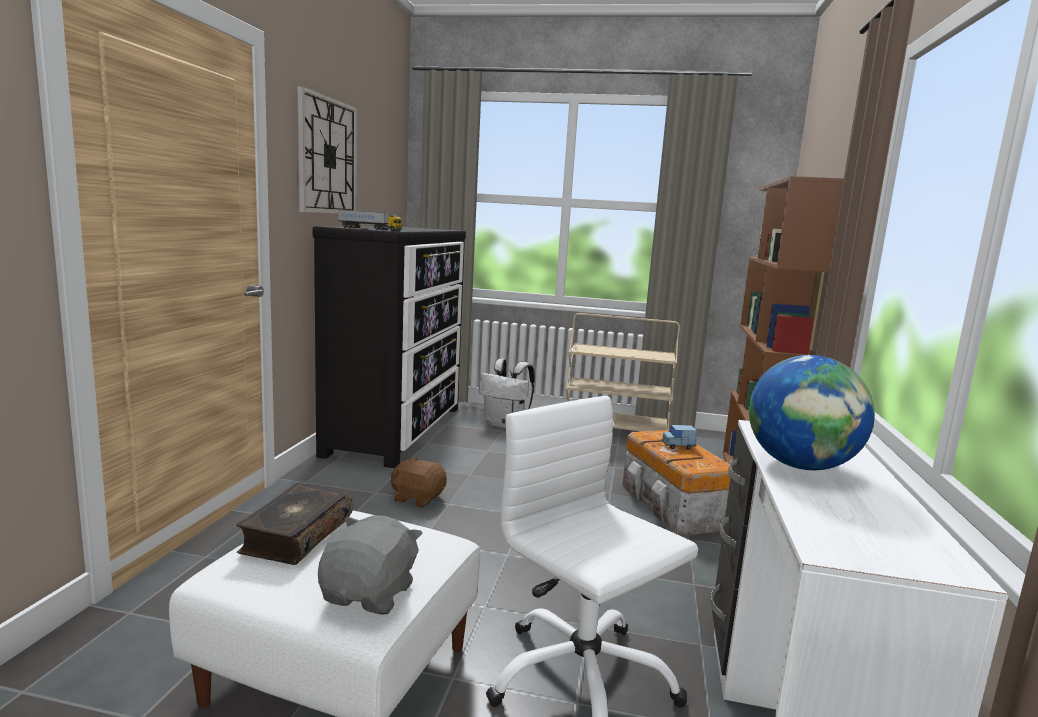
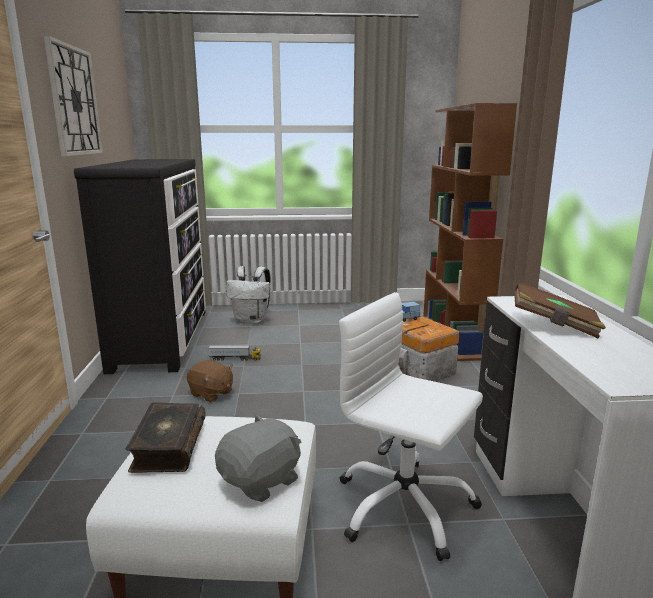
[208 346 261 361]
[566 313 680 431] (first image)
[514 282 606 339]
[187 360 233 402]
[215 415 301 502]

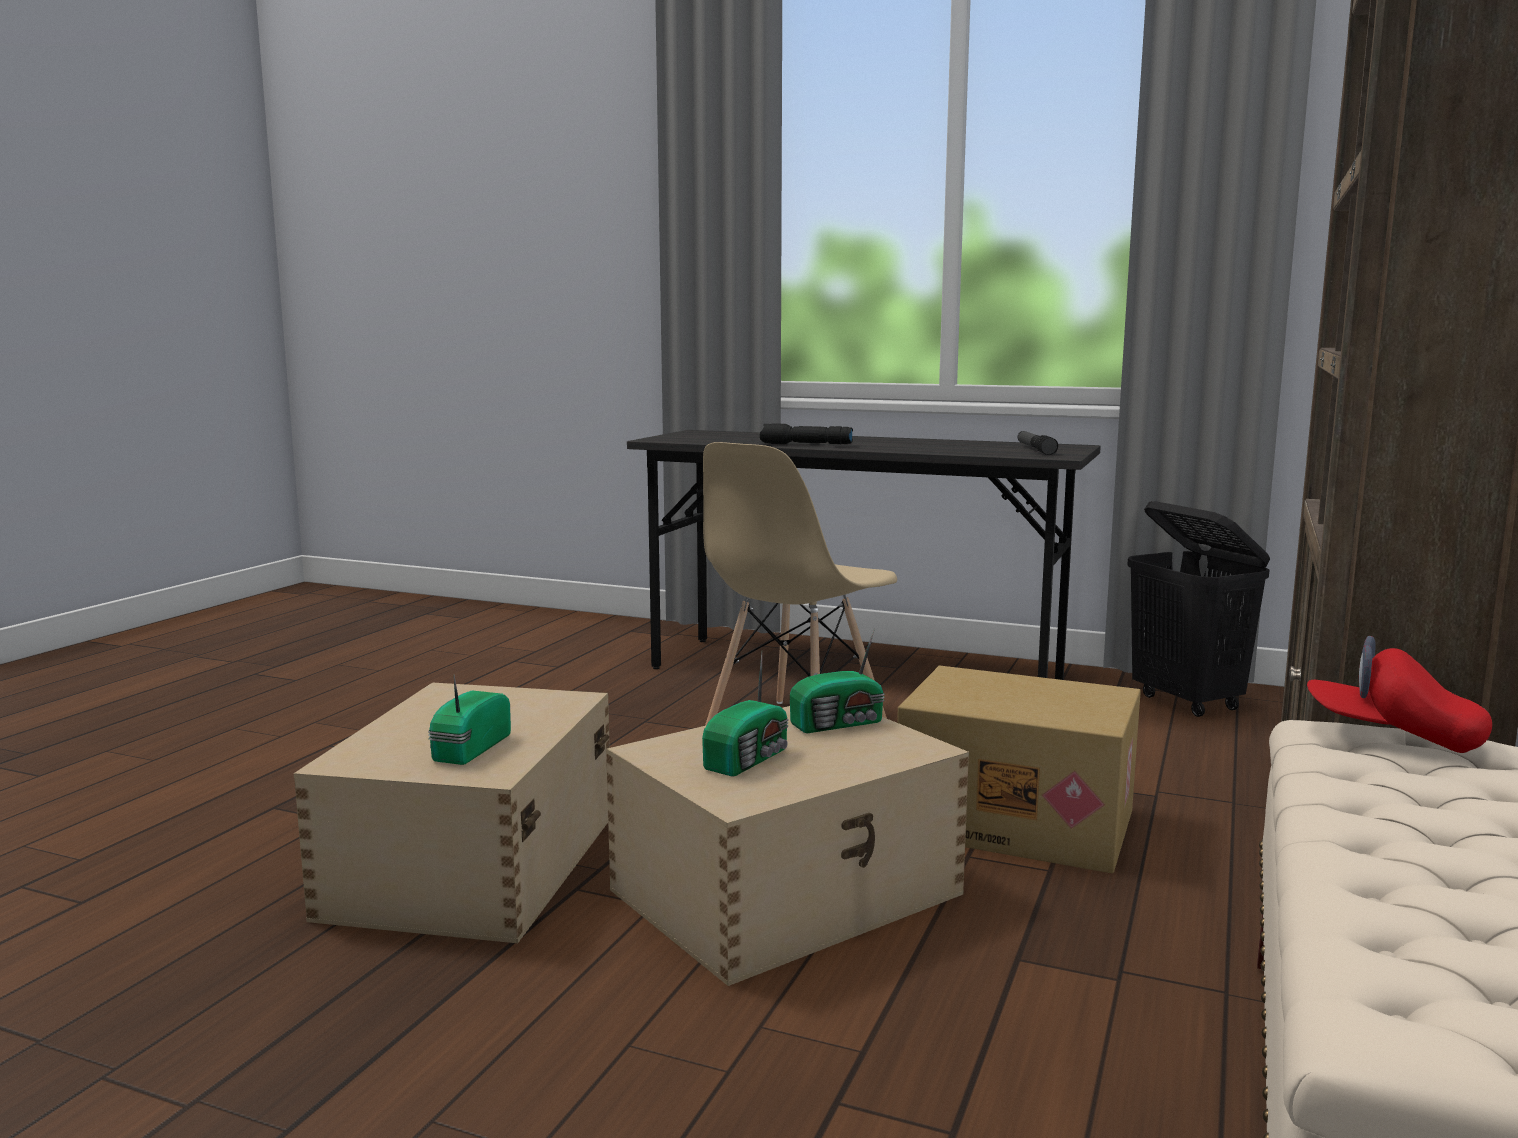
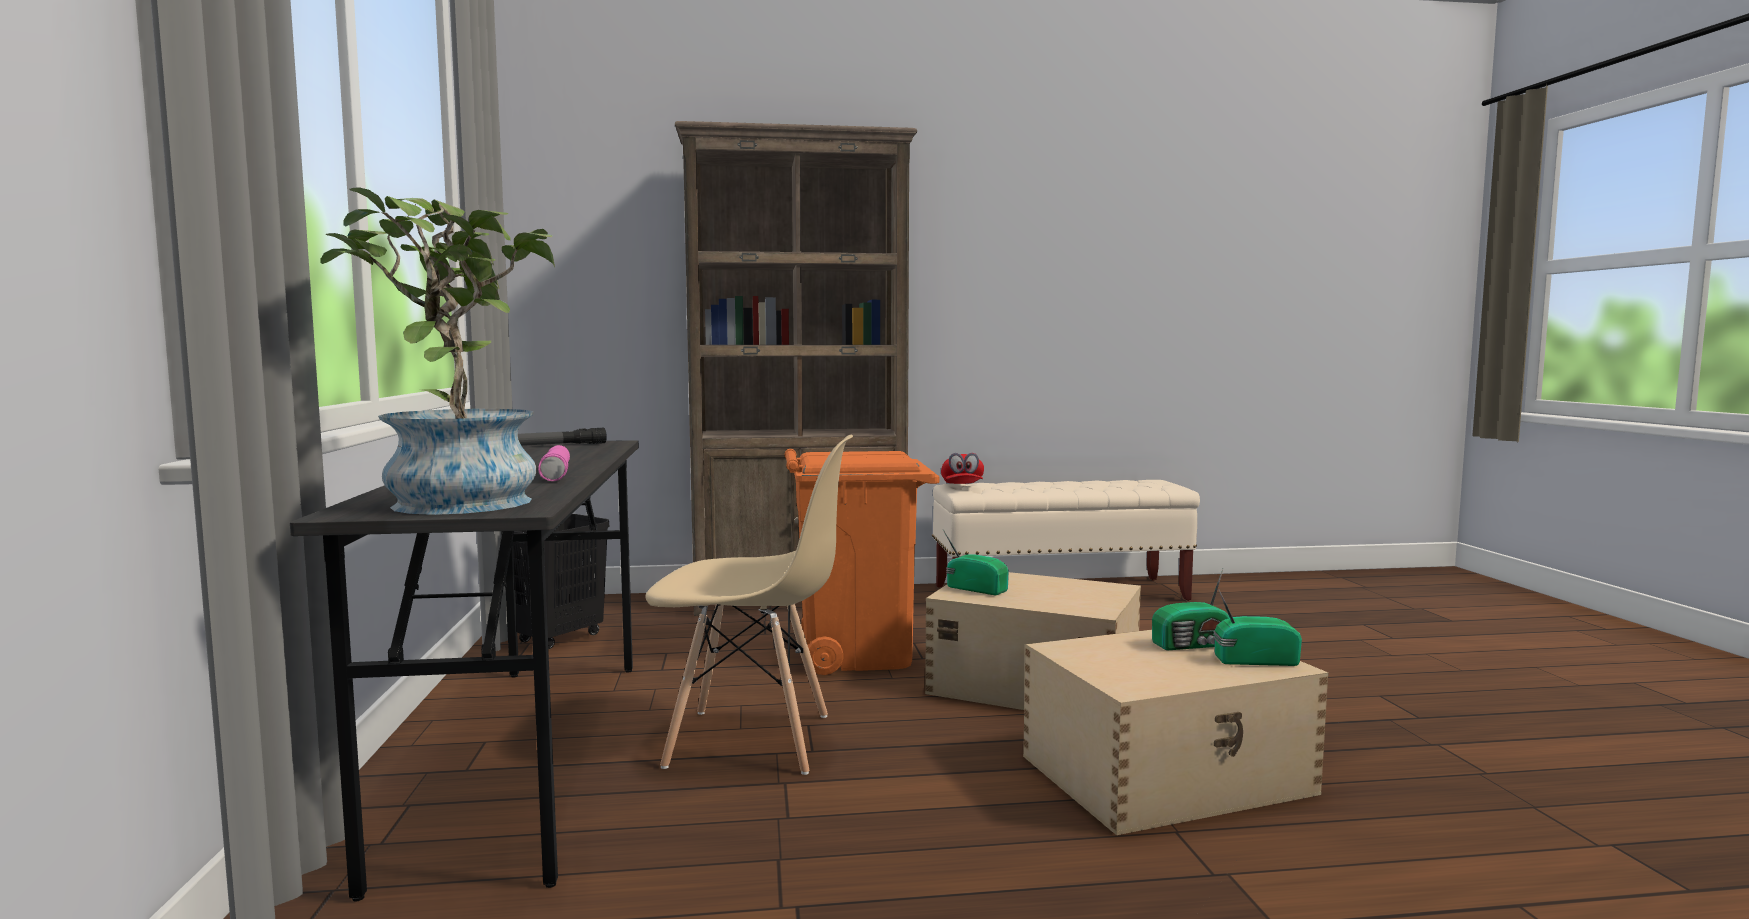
[538 445 570 481]
[1213 589 1302 666]
[784 449 940 675]
[321 188 555 515]

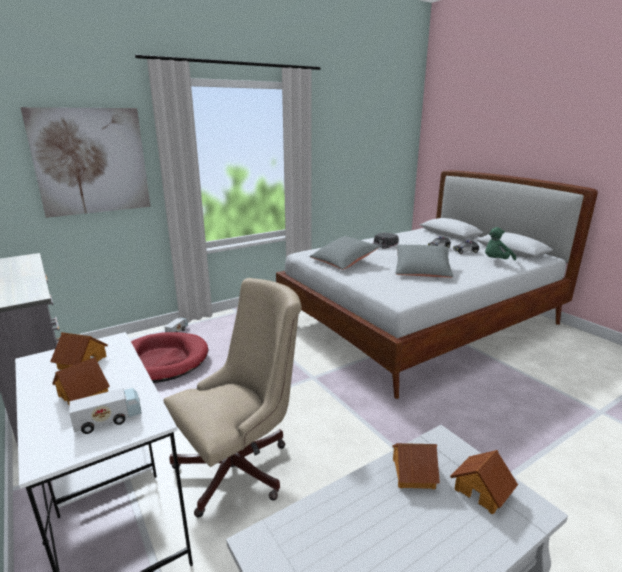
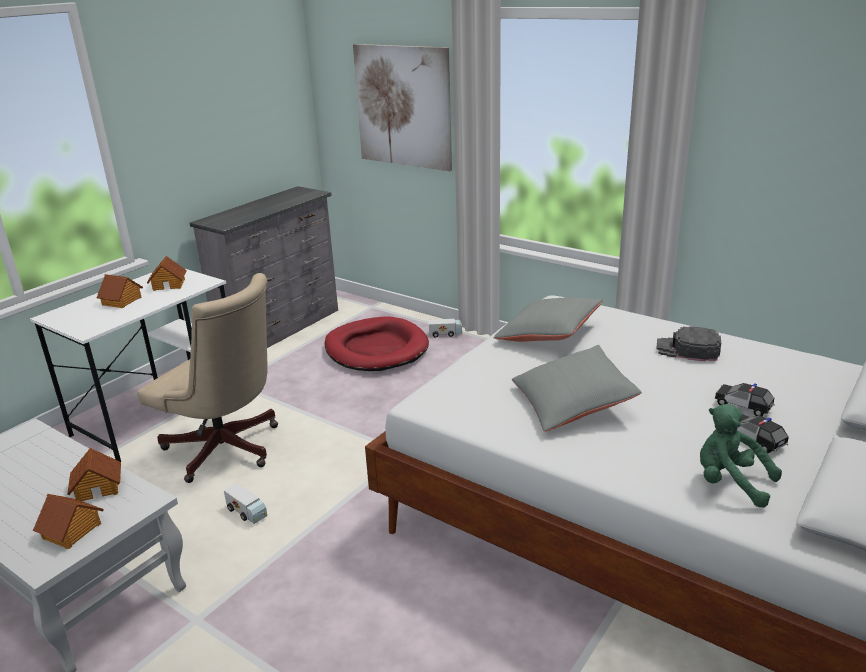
[224 483 267 524]

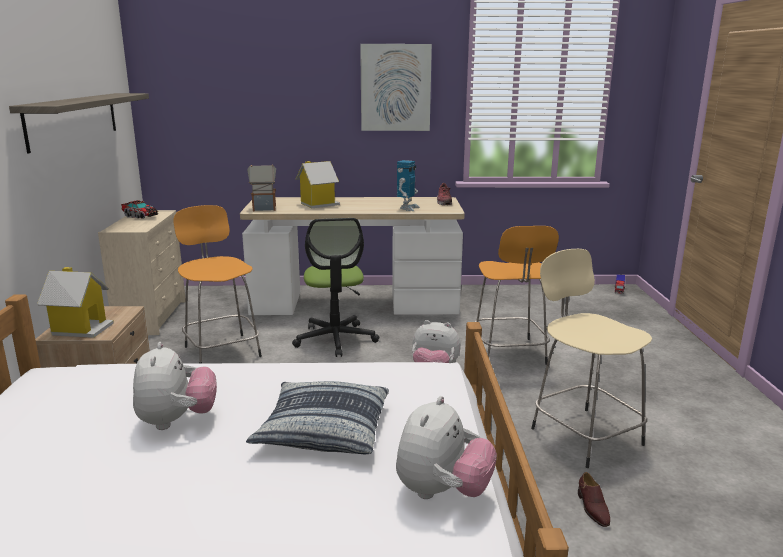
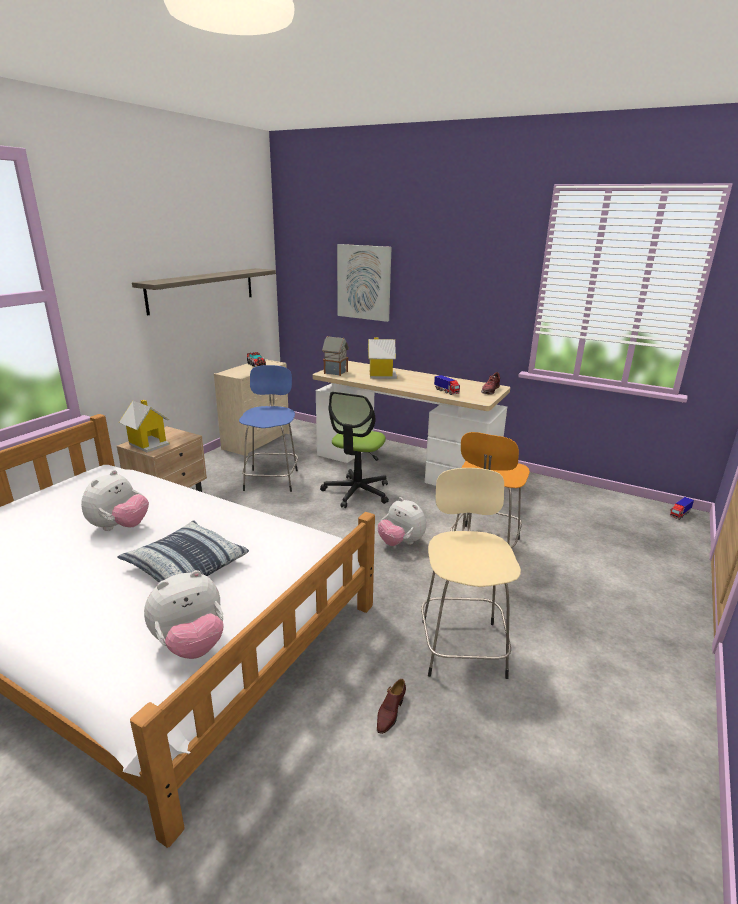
[337 244 391 322]
[434 375 460 395]
[239 365 298 492]

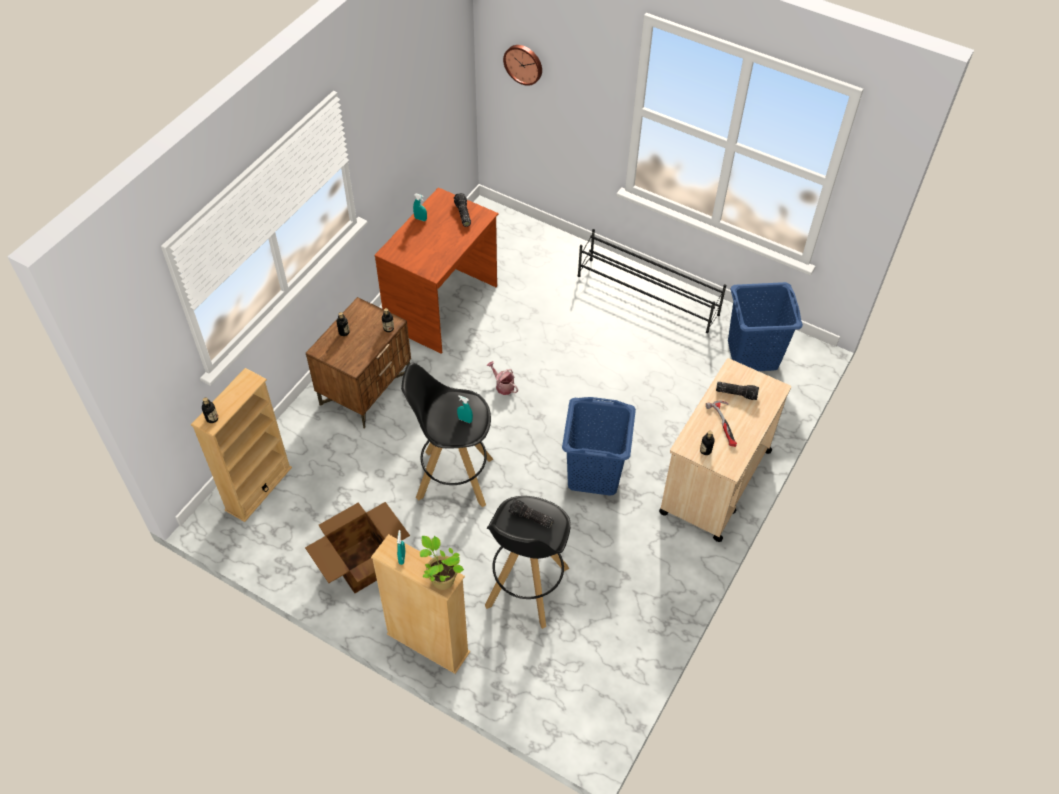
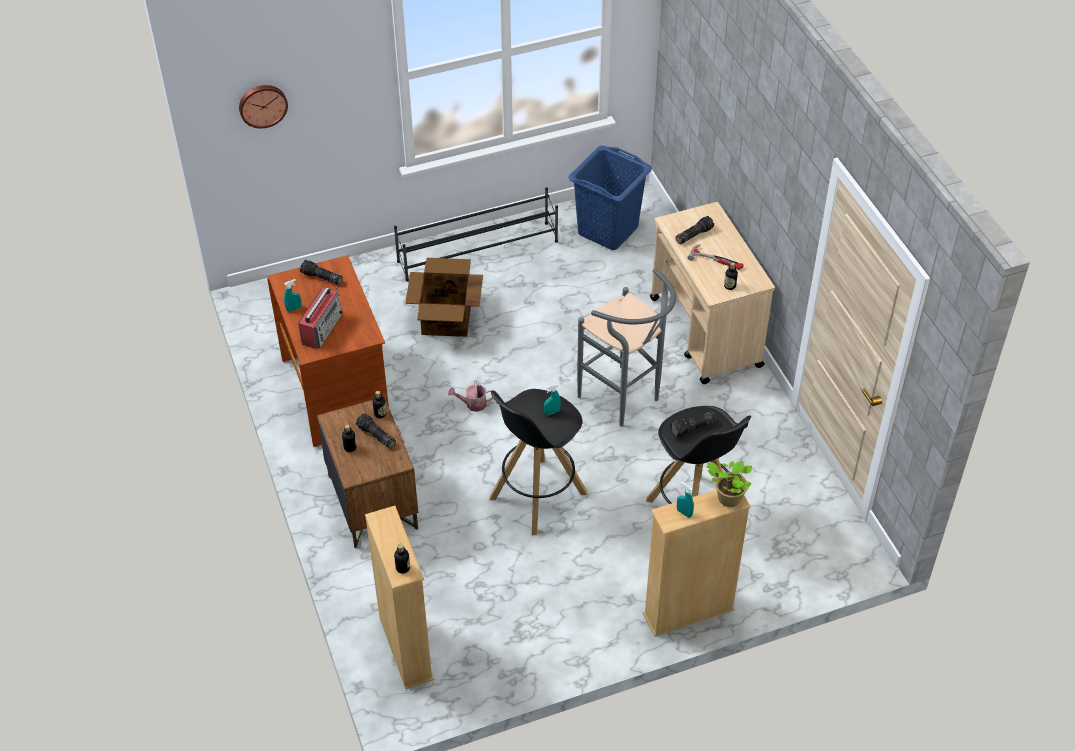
[577 268 676 427]
[405 258 483 337]
[298 287 343 349]
[356 413 396 448]

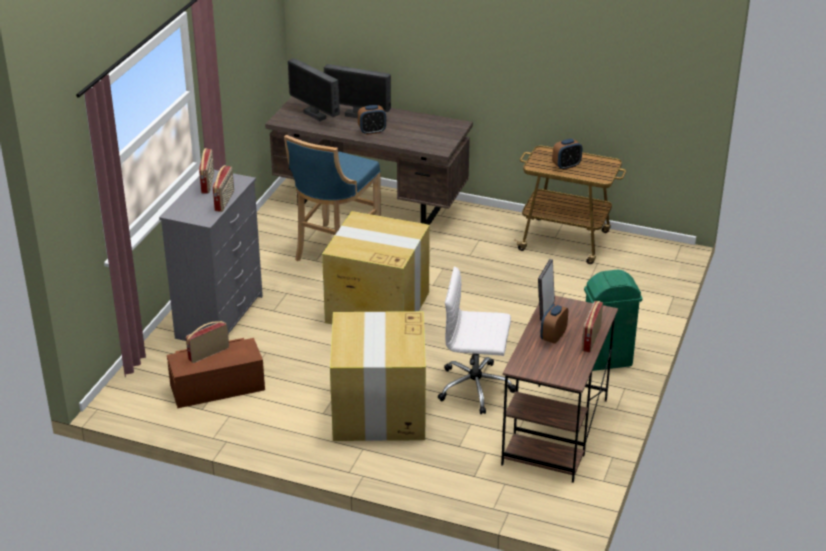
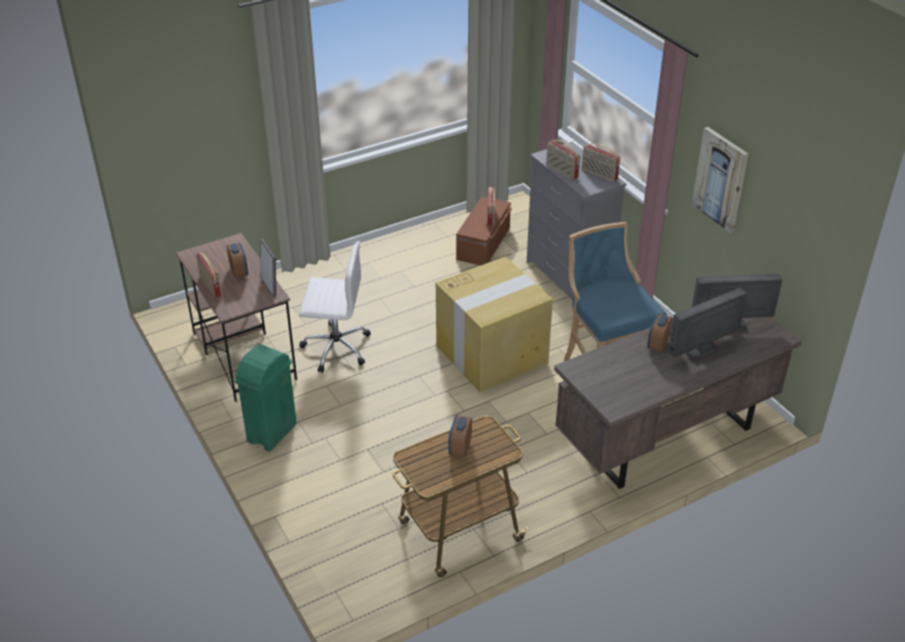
[299 241 371 373]
[330 311 426 441] (first image)
[692 127 749 233]

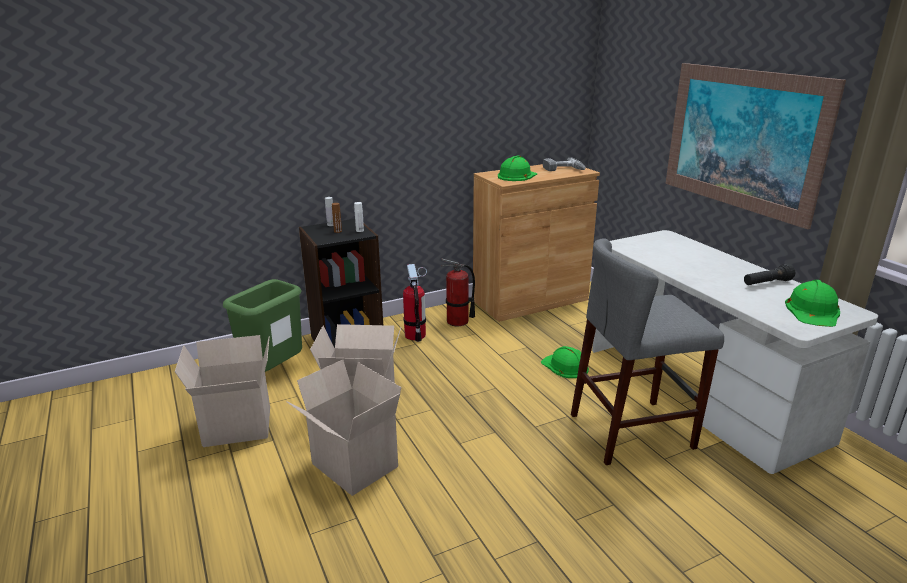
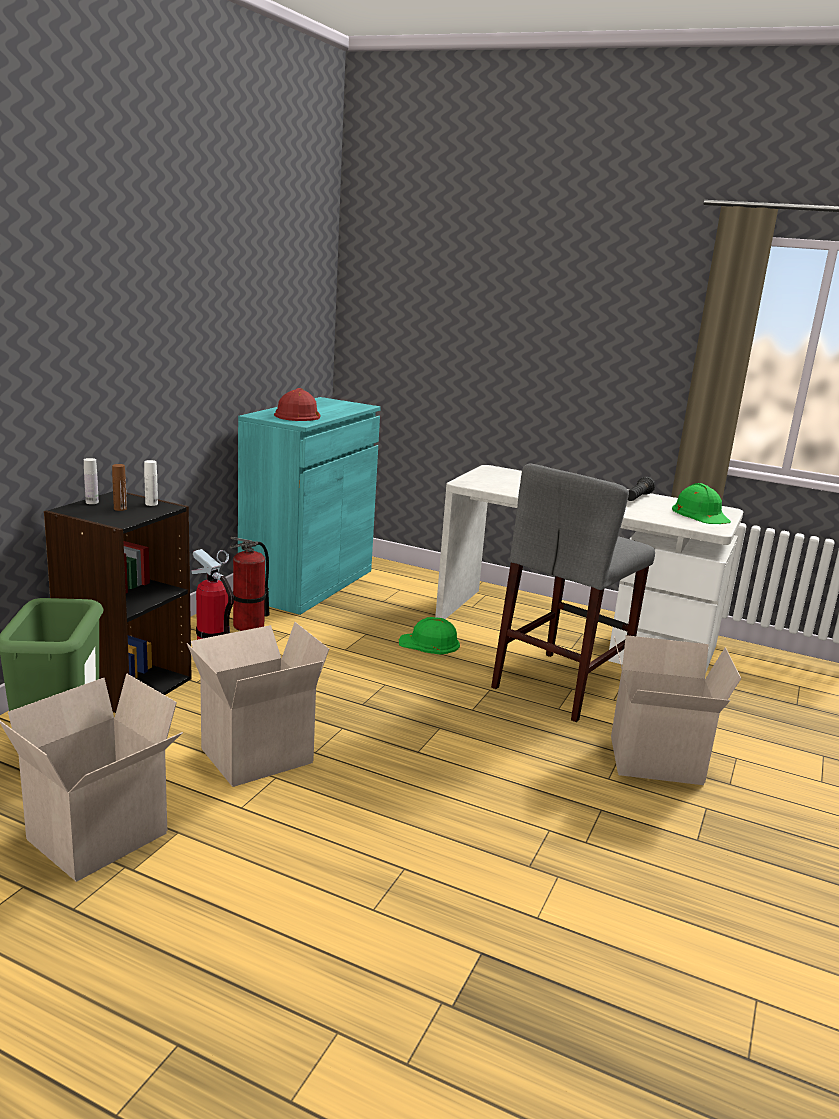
[666 63 846 229] (first image)
[274 388 320 421]
[543 158 586 171] (first image)
[238 397 381 615]
[611 635 742 785]

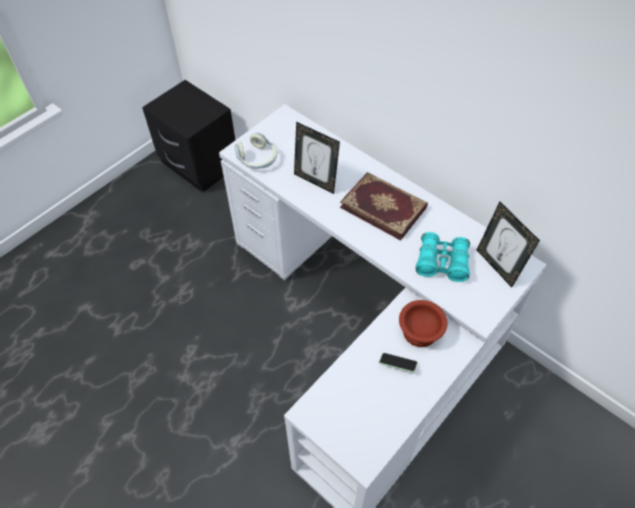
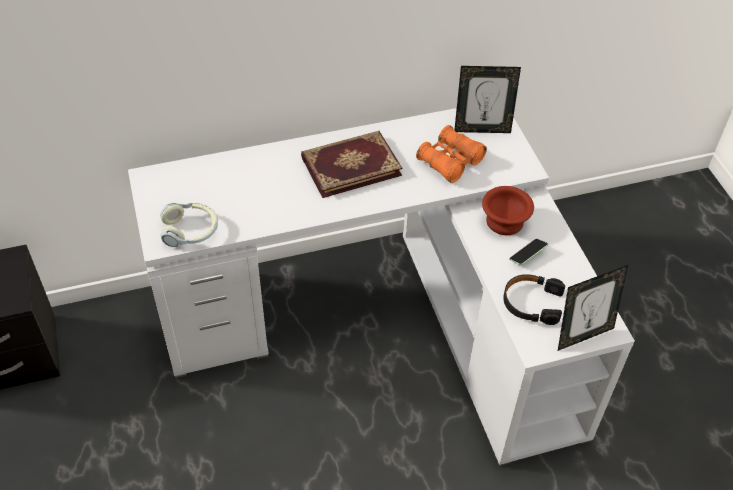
[558 265 628 351]
[416 125 487 183]
[503 274 565 325]

